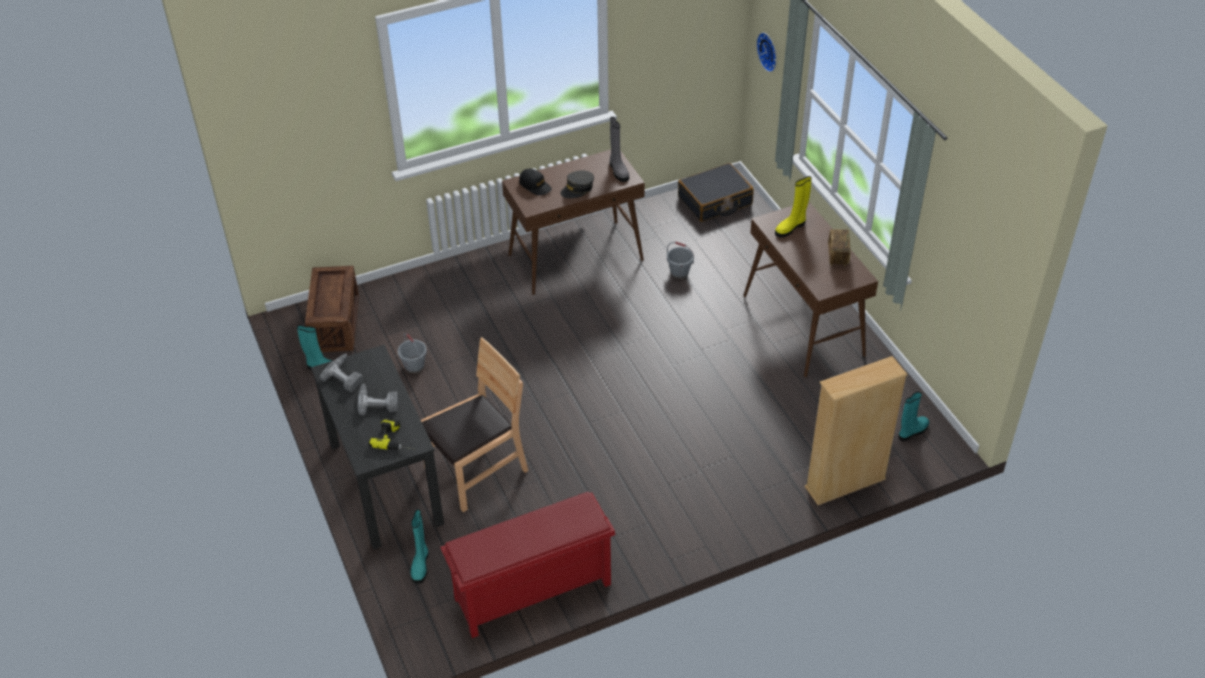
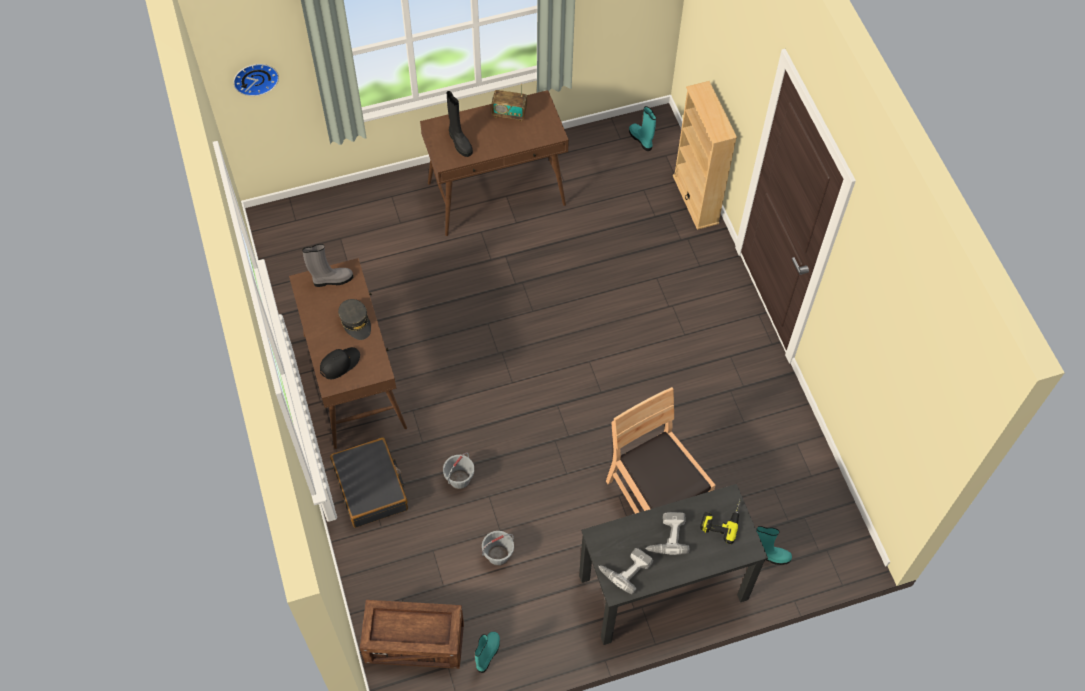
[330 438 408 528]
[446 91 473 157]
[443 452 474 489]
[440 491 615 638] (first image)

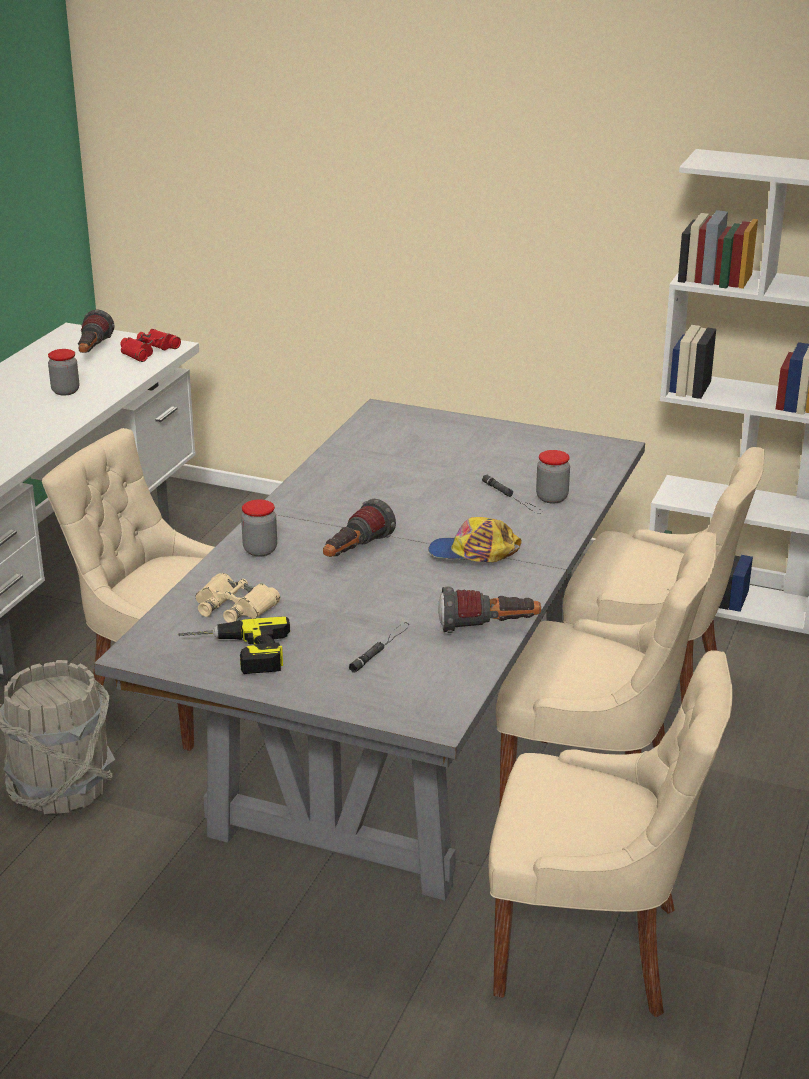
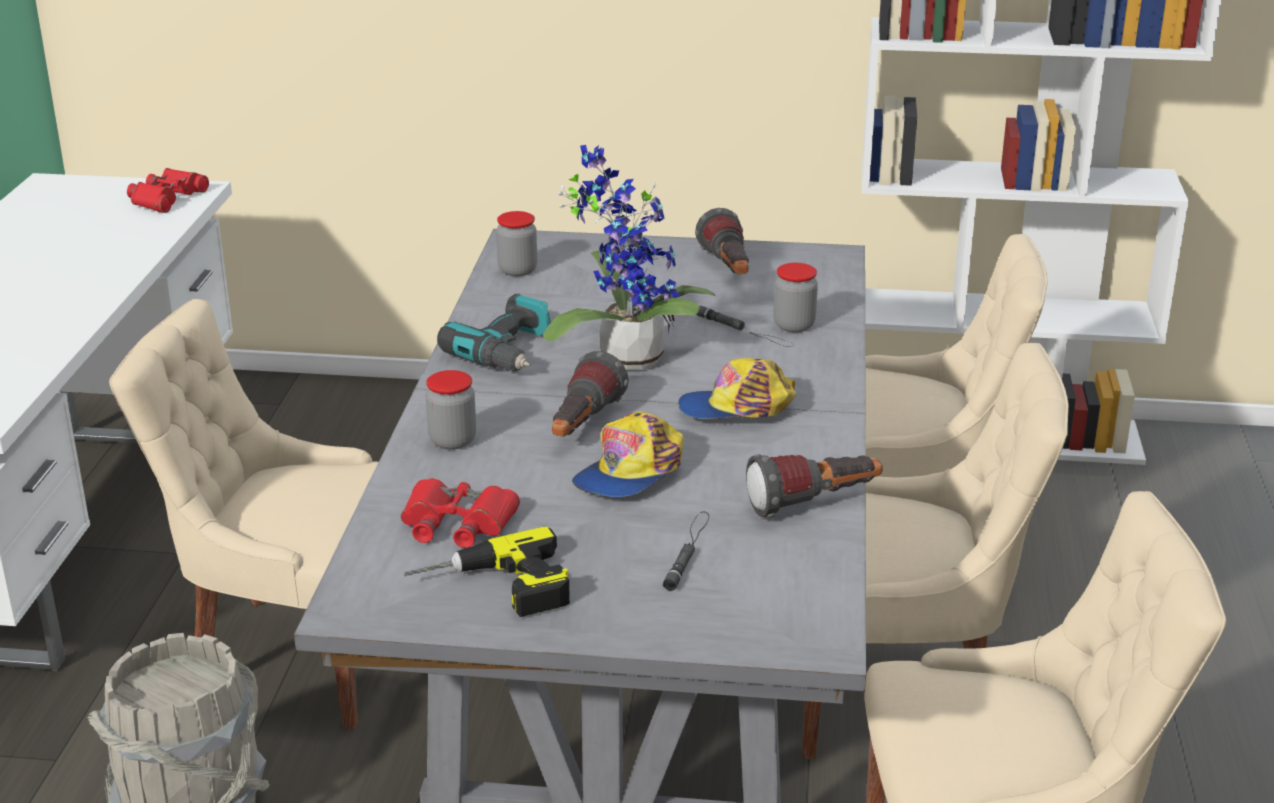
[695 208 749 274]
[496 211 537 276]
[401 478 520 548]
[543 145 716 370]
[437 294 550 372]
[572 411 684 497]

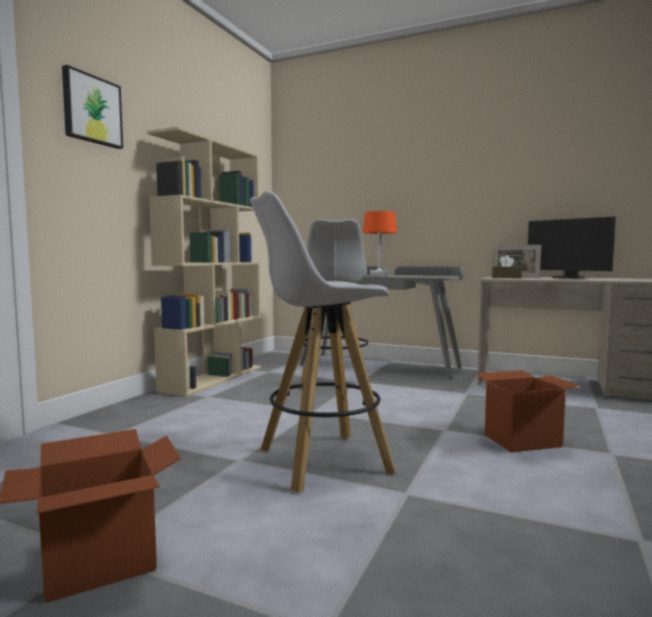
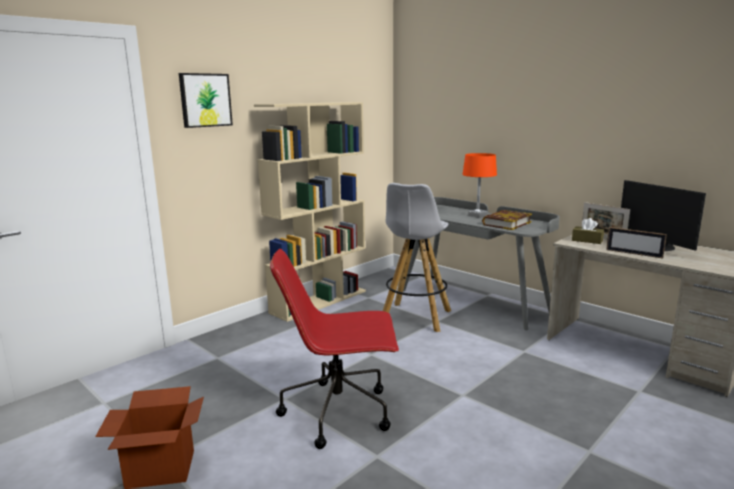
[270 249 399 449]
[474 370 581 452] (first image)
[482 210 532 230]
[606 227 667 259]

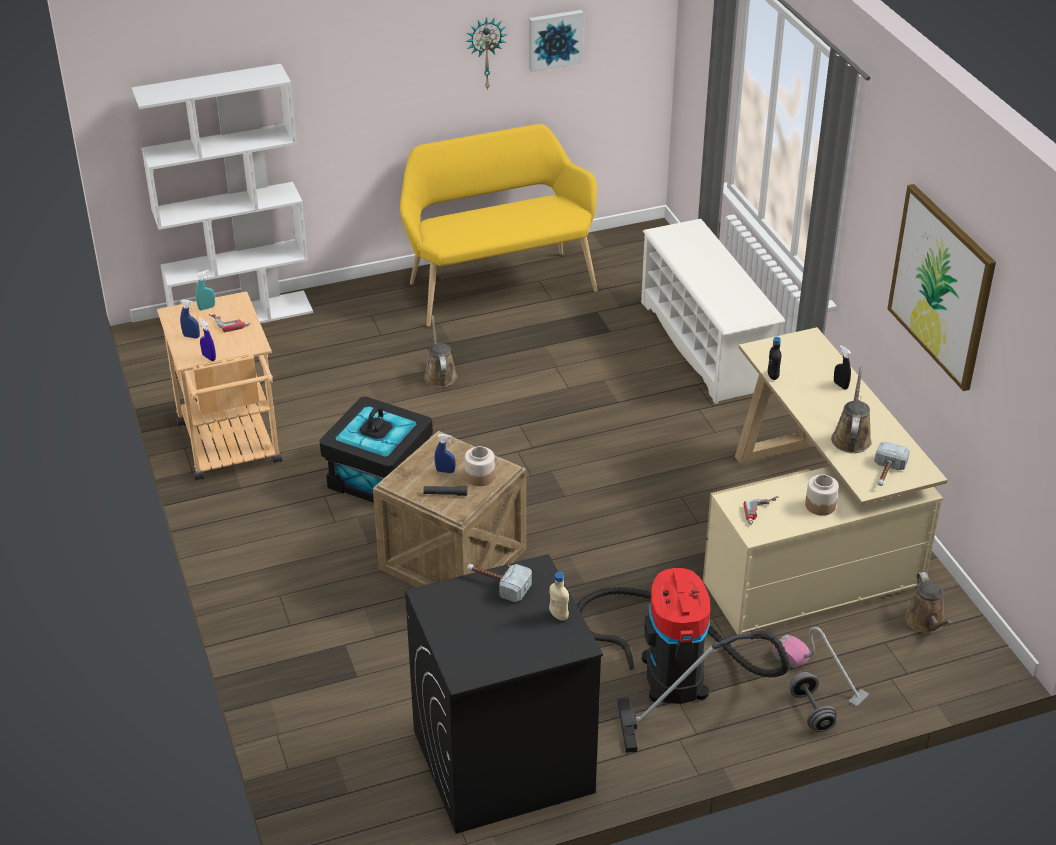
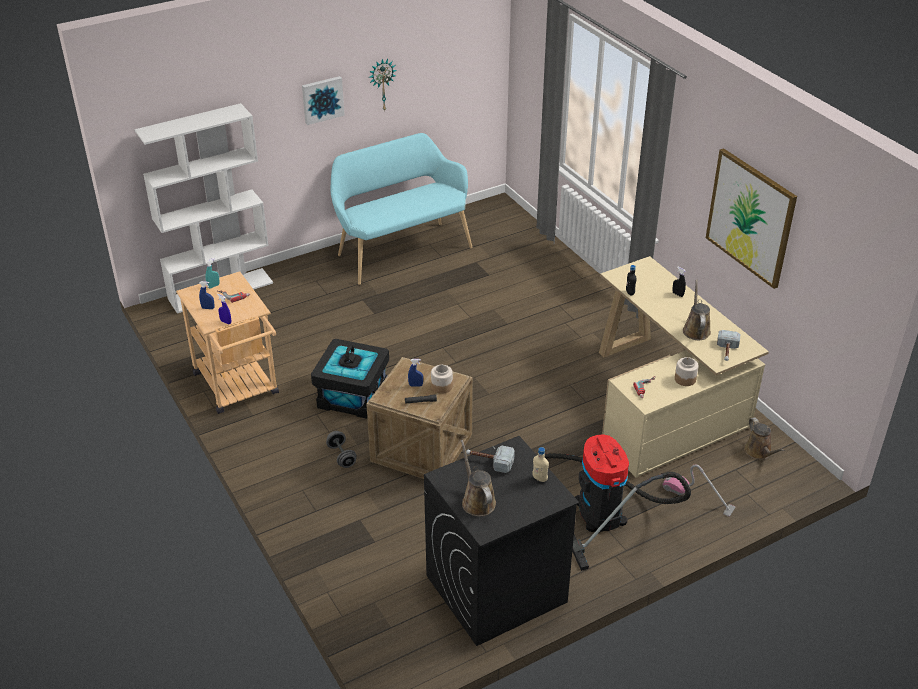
[302 76 345 125]
[331 133 473 285]
[641 219 785 404] (first image)
[461 440 496 516]
[326 431 356 468]

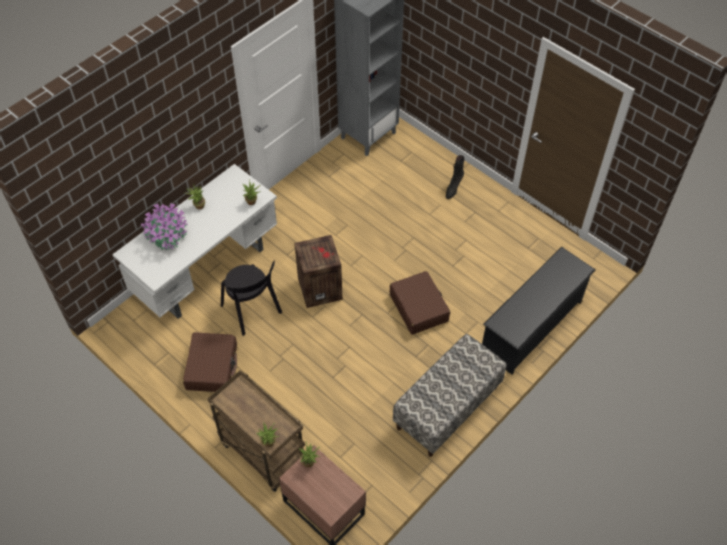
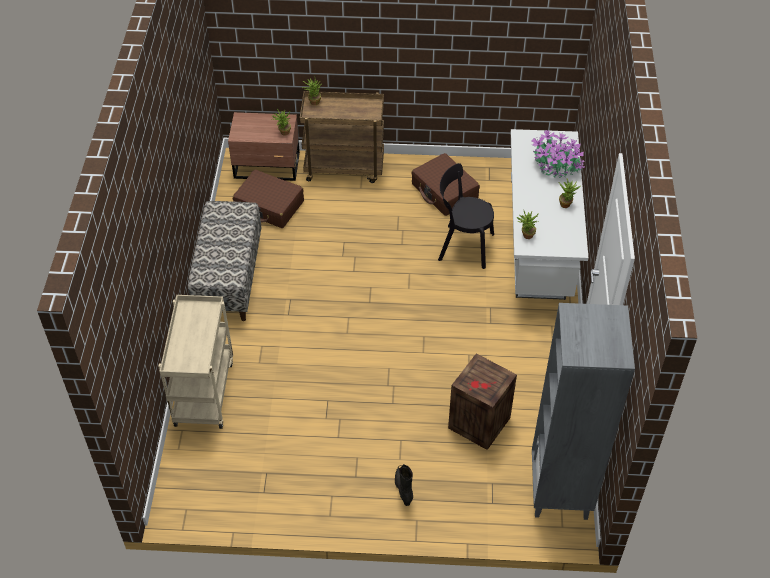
[448 353 517 450]
[158 295 233 429]
[233 170 304 228]

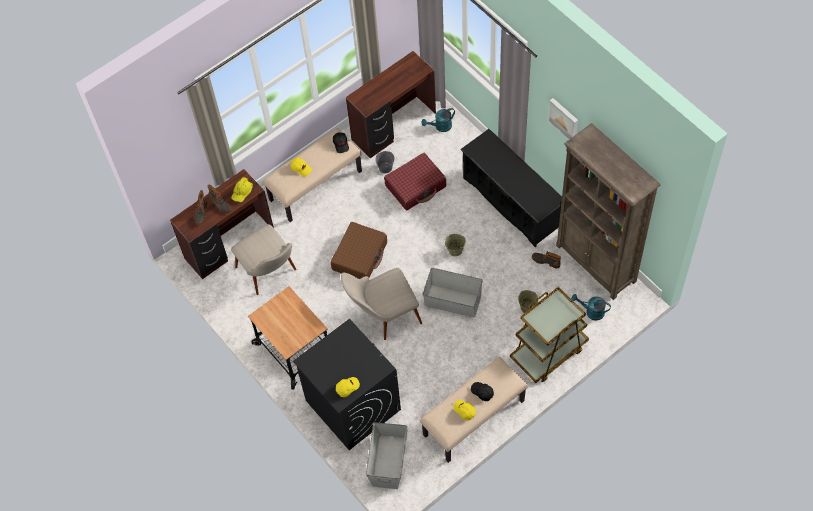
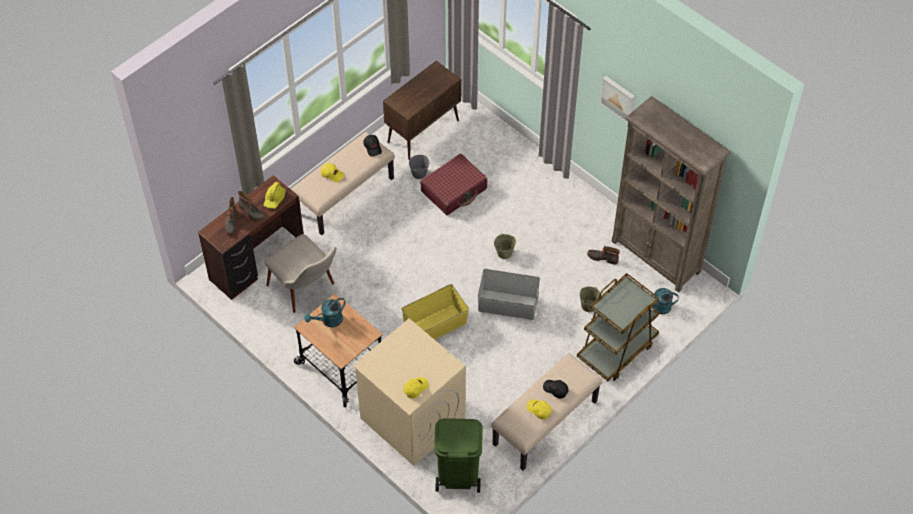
[383 61 461 159]
[304 298 346 327]
[460 129 562 247] (first image)
[330 222 387 279] (first image)
[402 284 469 340]
[353 319 466 466]
[434 418 483 493]

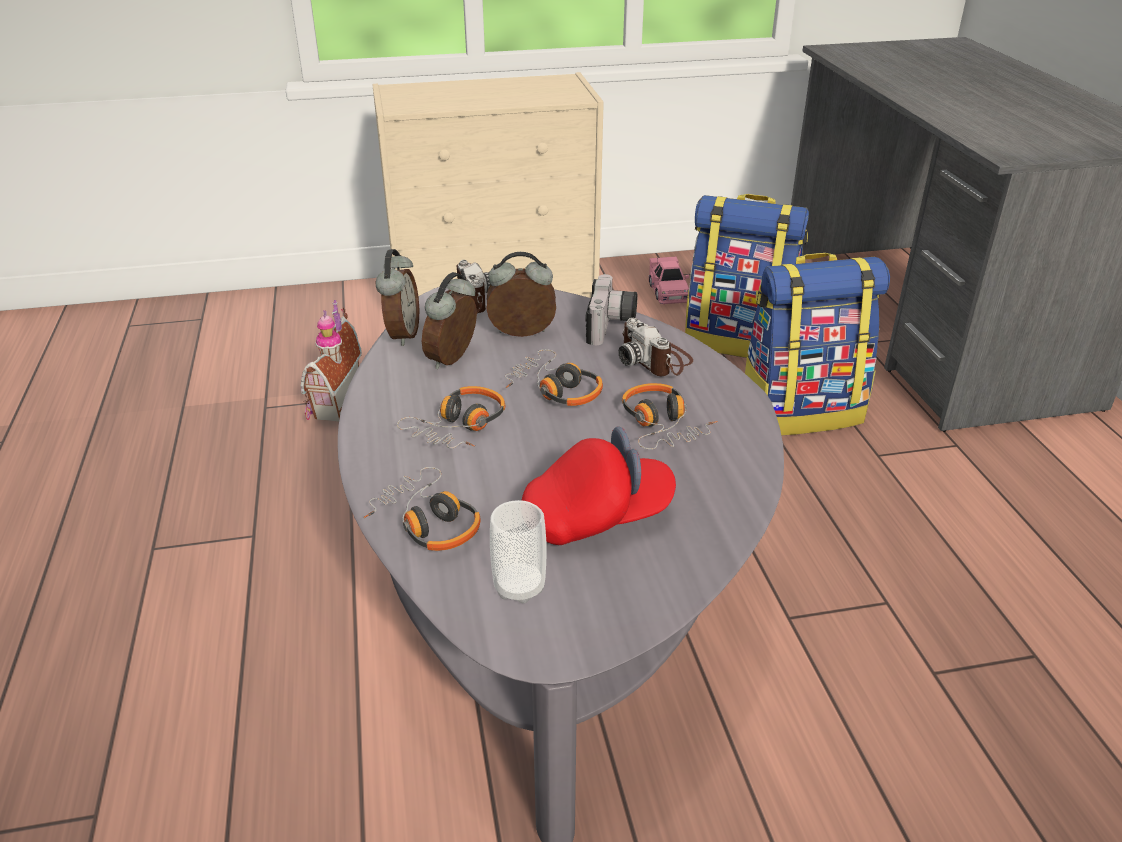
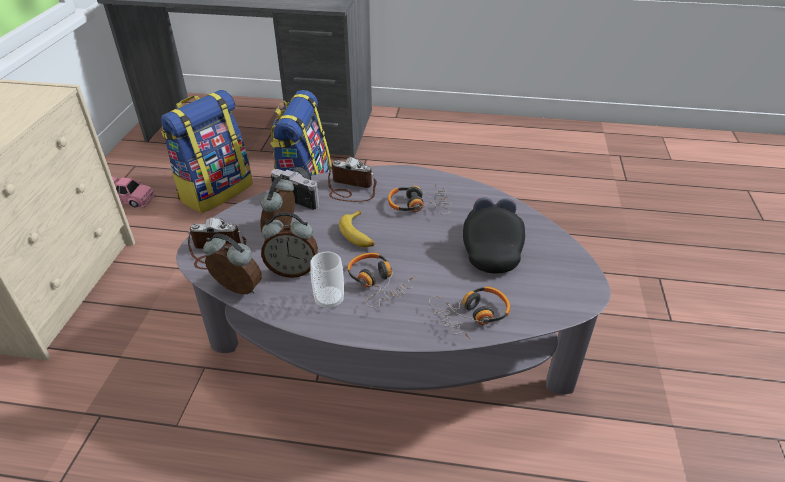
[261 212 318 278]
[301 300 362 421] (first image)
[328 157 377 202]
[339 210 375 247]
[463 197 525 274]
[310 251 344 309]

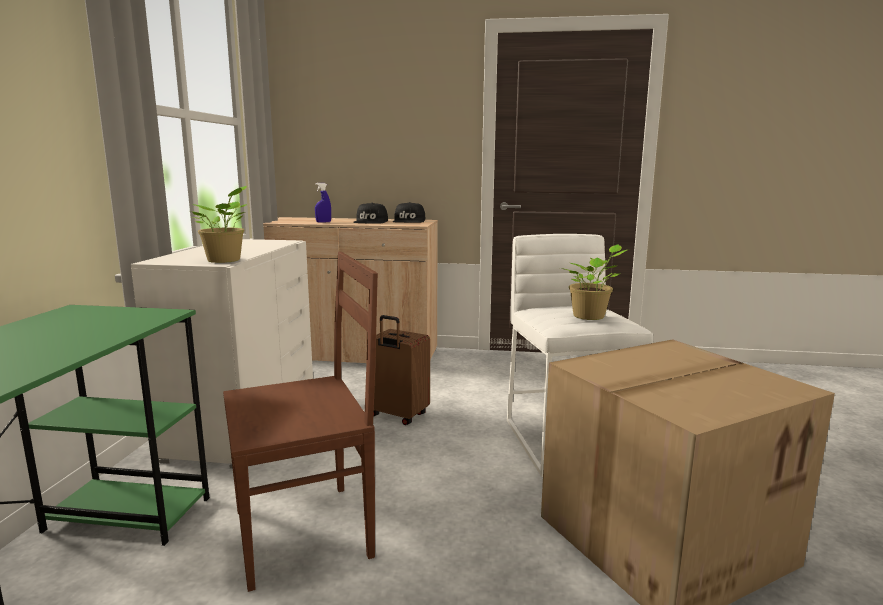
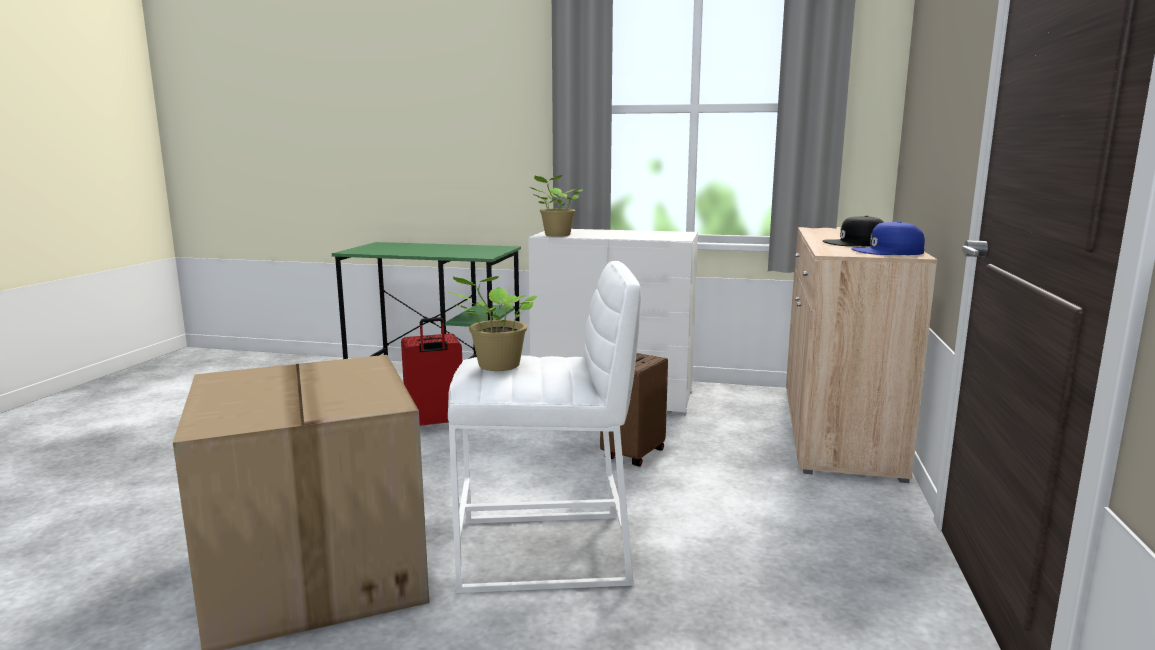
[315 183 331 223] (first image)
[851 221 925 255]
[401 317 462 426]

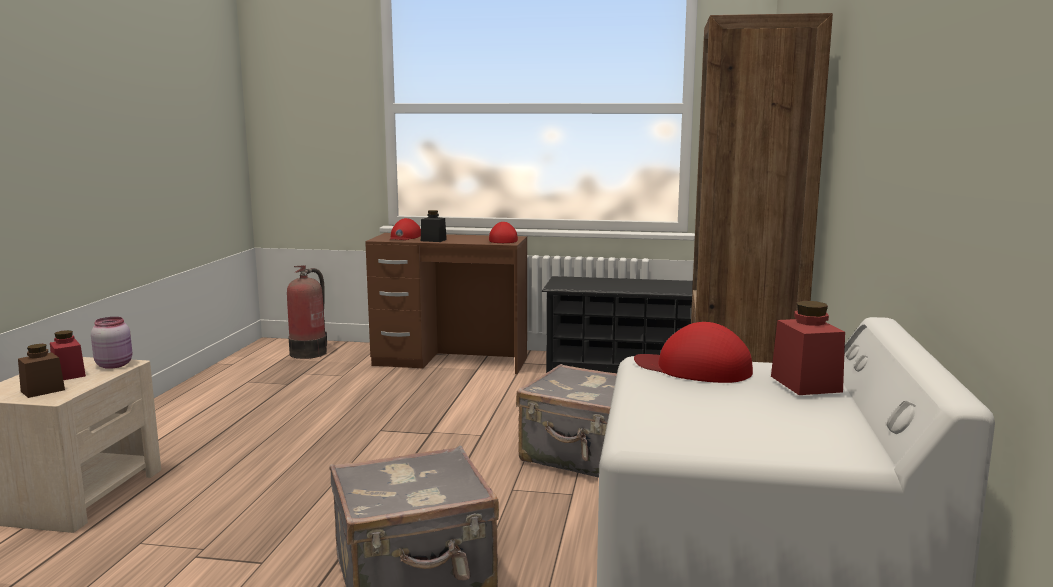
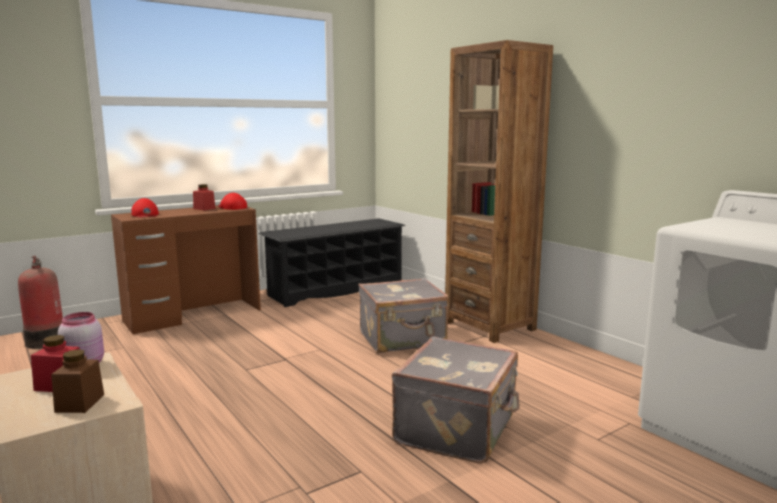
[421 210 447 242] (first image)
[193 184 216 210]
[634 322 753 383] (first image)

